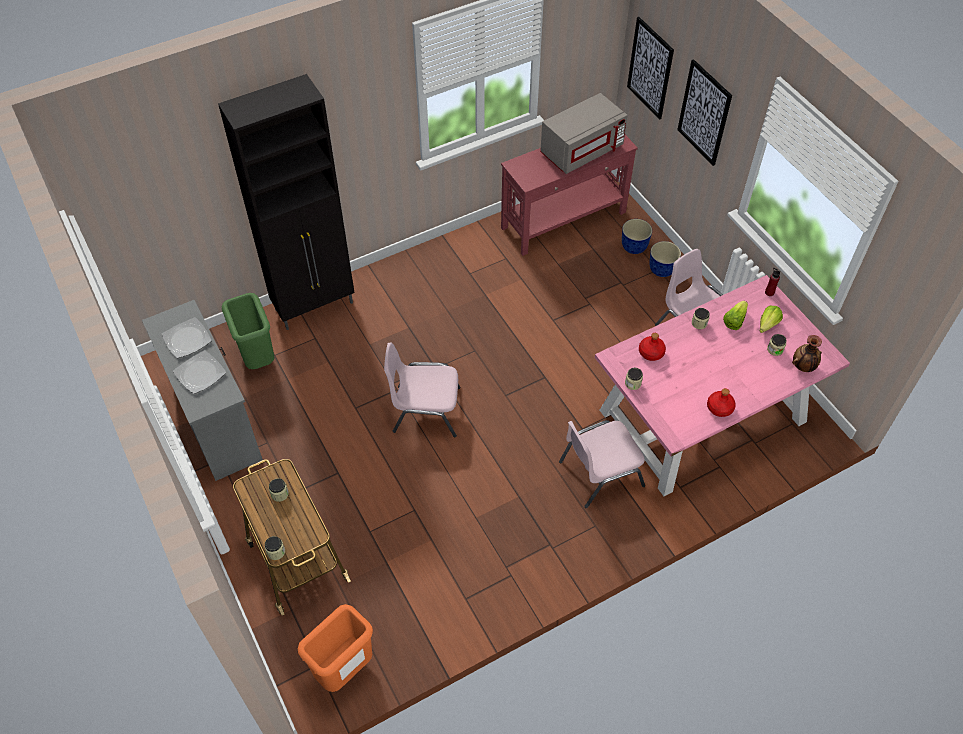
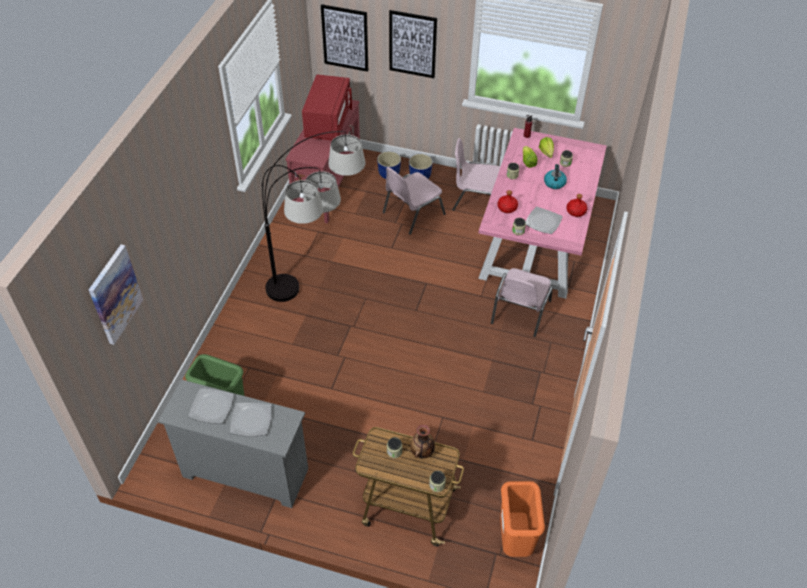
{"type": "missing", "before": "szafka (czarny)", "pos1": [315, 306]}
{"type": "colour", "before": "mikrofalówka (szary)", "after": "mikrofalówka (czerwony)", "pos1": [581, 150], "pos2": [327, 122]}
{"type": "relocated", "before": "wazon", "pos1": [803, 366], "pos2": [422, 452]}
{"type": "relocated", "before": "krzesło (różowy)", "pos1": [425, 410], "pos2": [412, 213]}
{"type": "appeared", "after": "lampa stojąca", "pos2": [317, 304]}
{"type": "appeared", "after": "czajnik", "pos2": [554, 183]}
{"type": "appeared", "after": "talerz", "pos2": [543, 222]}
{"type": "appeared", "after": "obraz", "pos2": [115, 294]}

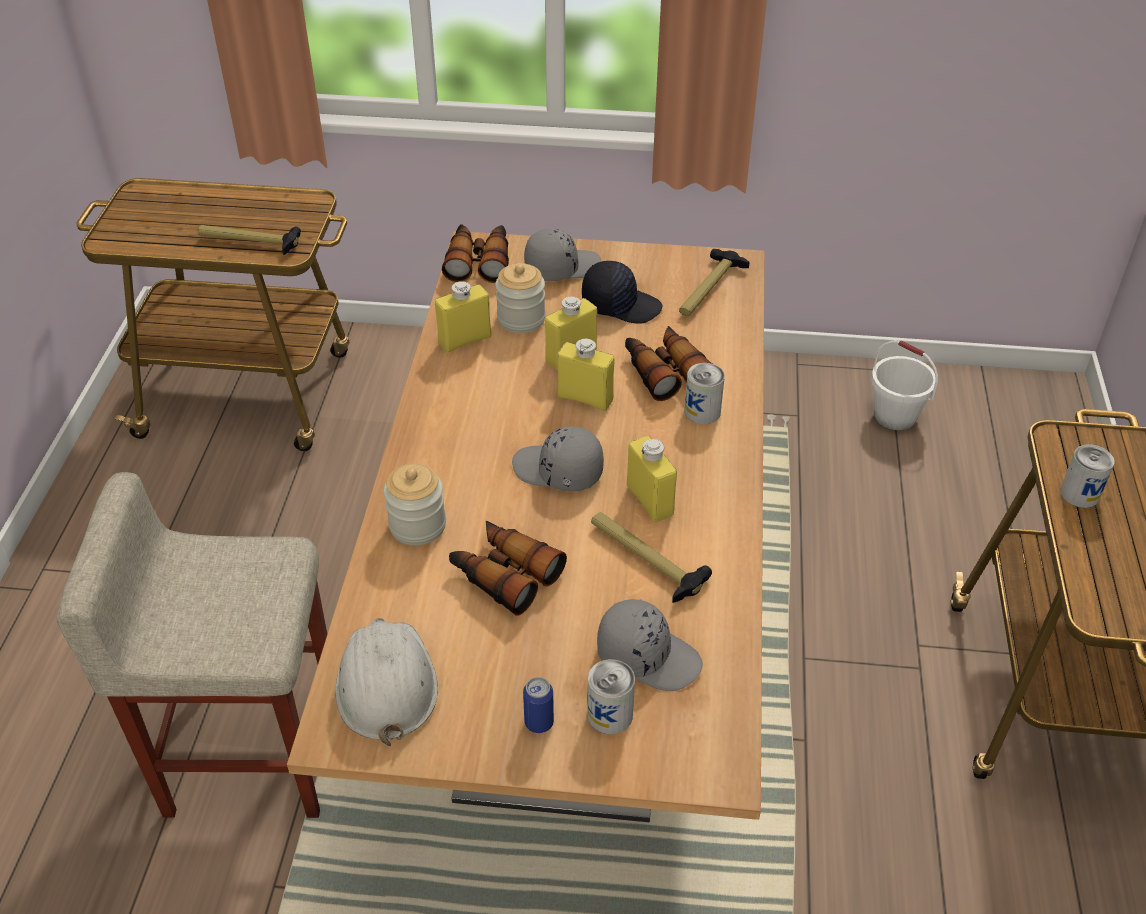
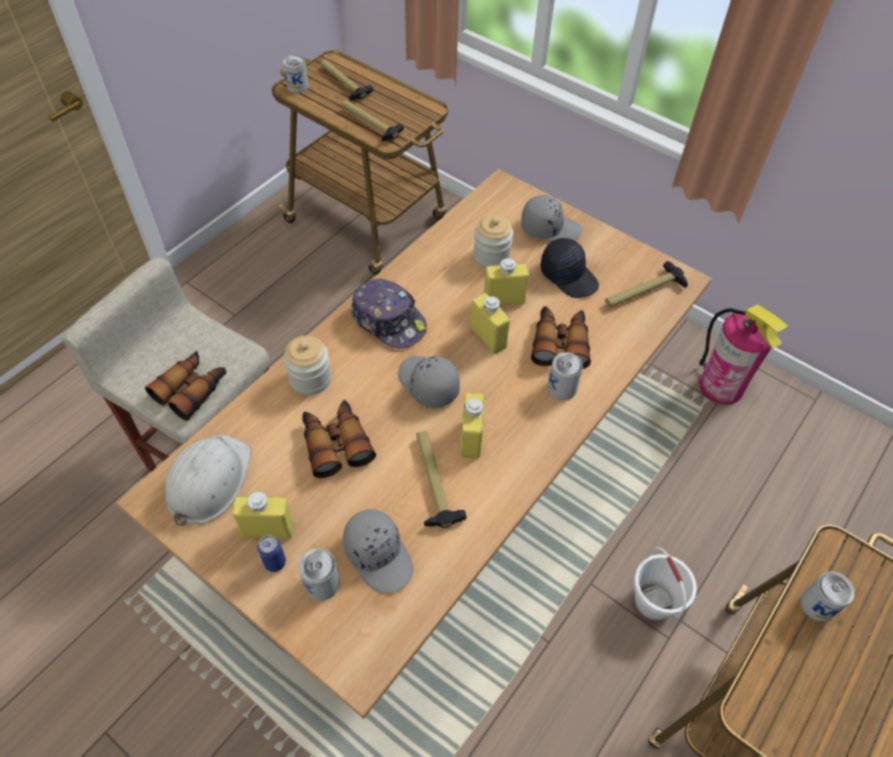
{"type": "relocated", "before": "lornetka", "pos1": [479, 261], "pos2": [192, 389]}
{"type": "relocated", "before": "butelka (żółty)", "pos1": [465, 340], "pos2": [268, 529]}
{"type": "relocated", "before": "wiadro (biały)", "pos1": [894, 416], "pos2": [653, 601]}
{"type": "appeared", "after": "puszka", "pos2": [297, 86]}
{"type": "appeared", "after": "młotek", "pos2": [343, 83]}
{"type": "appeared", "after": "czapka z daszkiem", "pos2": [389, 321]}
{"type": "appeared", "after": "gaśnica", "pos2": [721, 386]}

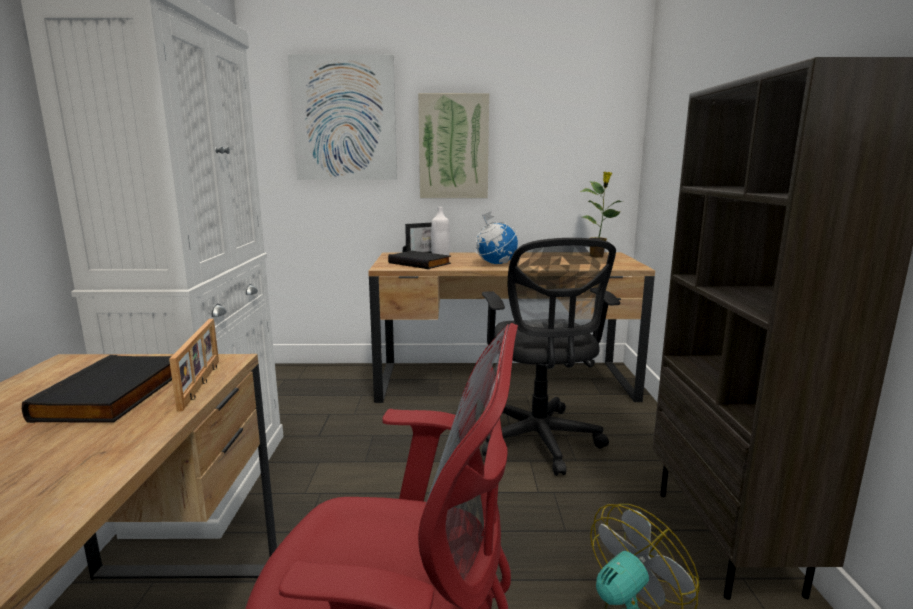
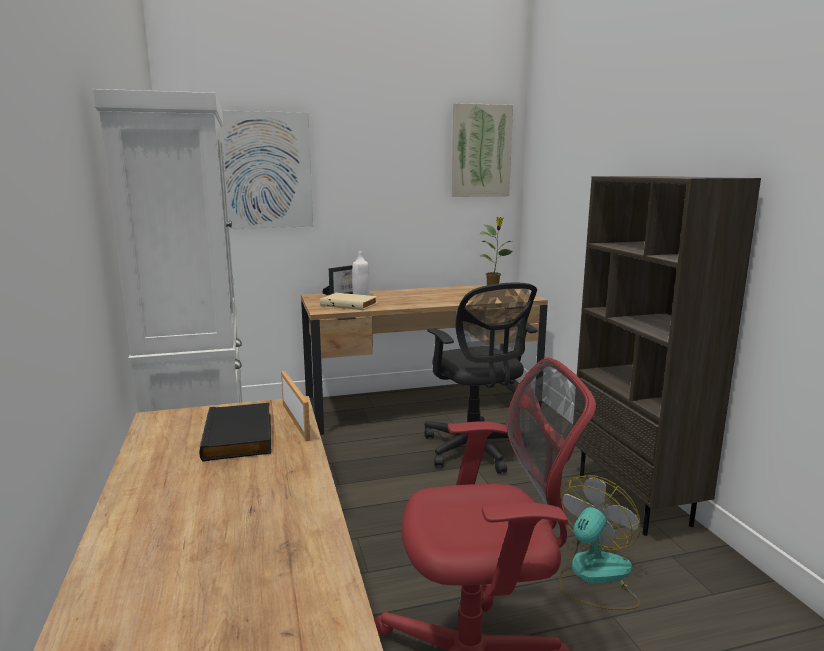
{"type": "relocated", "before": "obraz", "pos1": [453, 147], "pos2": [481, 151]}
{"type": "missing", "before": "globus", "pos1": [495, 264]}
{"type": "colour", "before": "książka (czarny)", "after": "książka (beżowy)", "pos1": [420, 263], "pos2": [350, 304]}

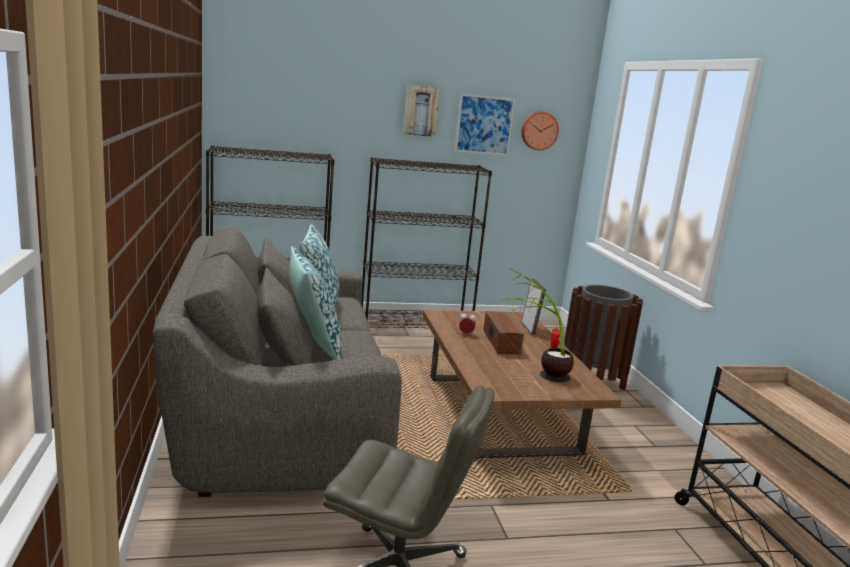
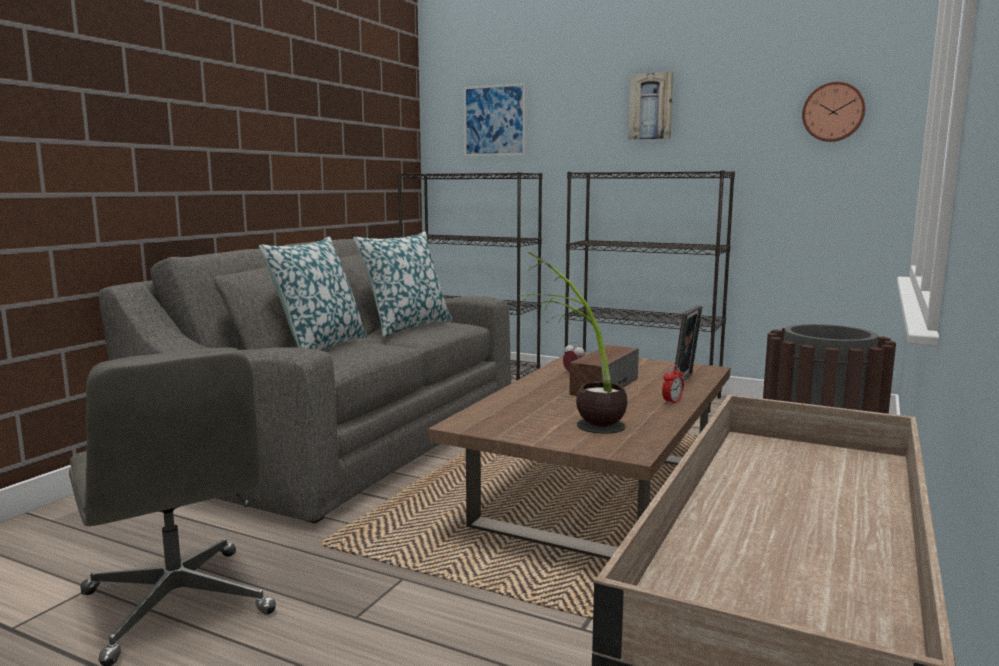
{"type": "relocated", "before": "obraz", "pos1": [484, 125], "pos2": [494, 120]}

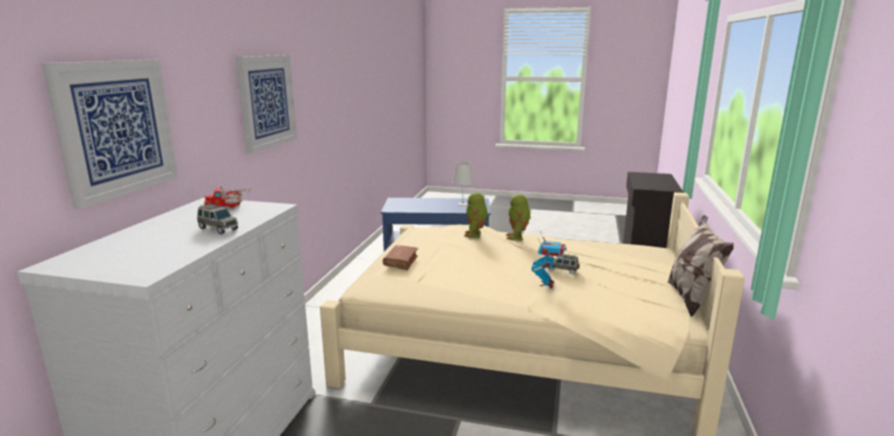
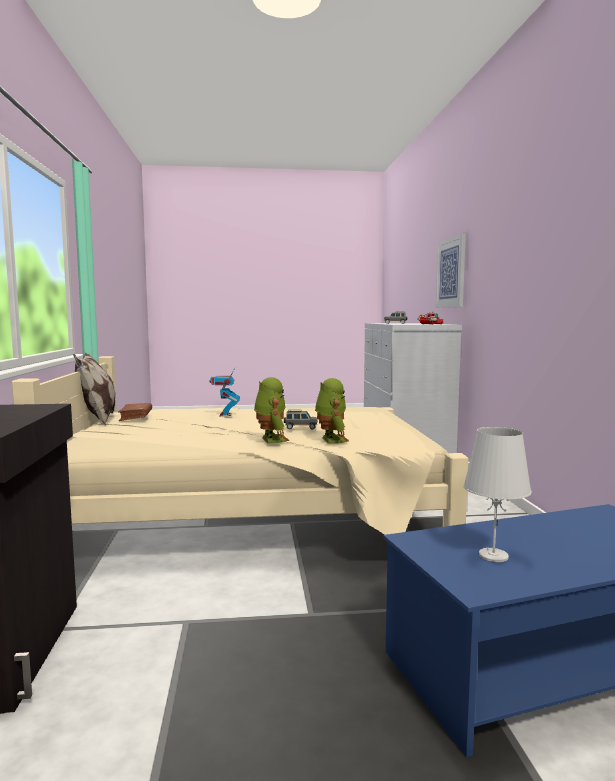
{"type": "missing", "before": "obraz", "pos1": [267, 101]}
{"type": "relocated", "before": "książka (brązowy)", "pos1": [401, 262], "pos2": [135, 417]}
{"type": "relocated", "before": "samochodzik (szary)", "pos1": [563, 270], "pos2": [300, 428]}

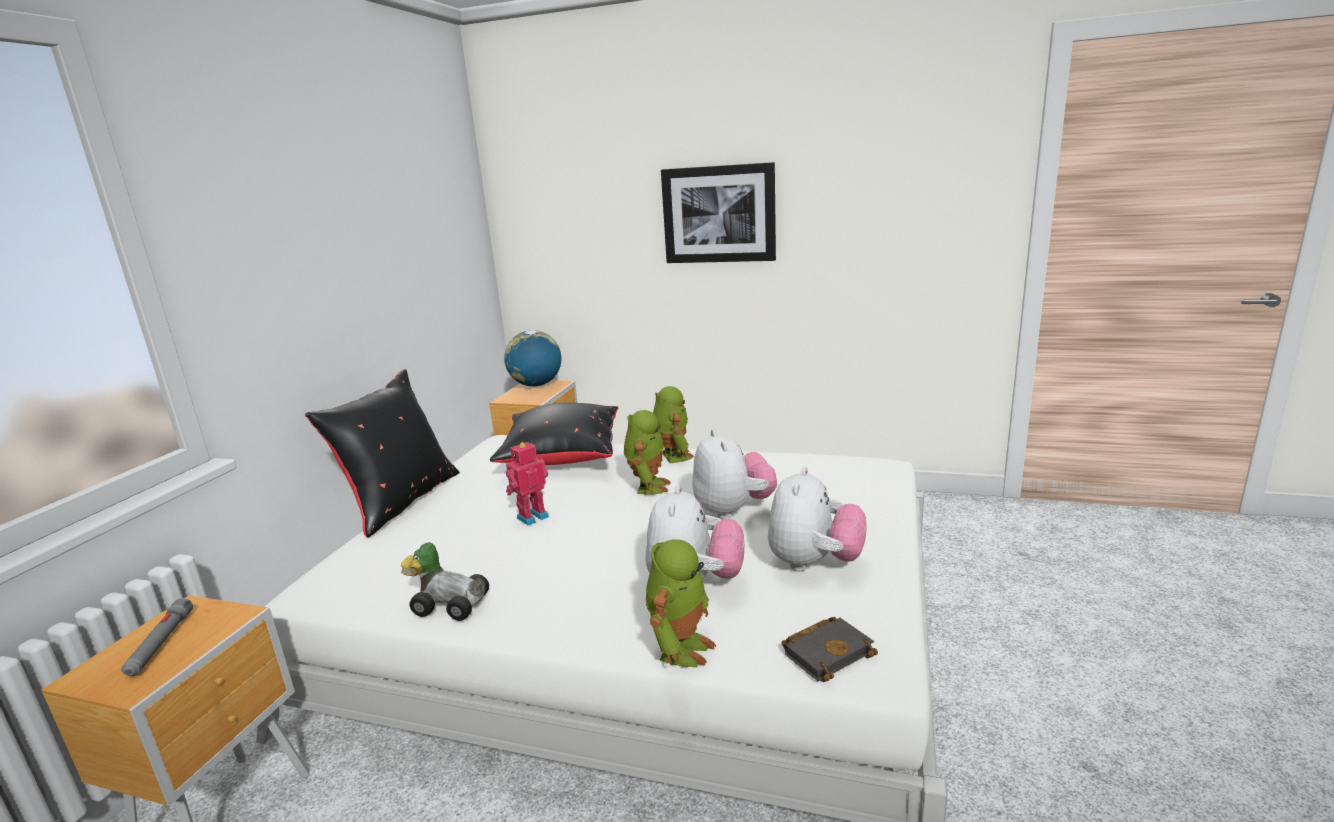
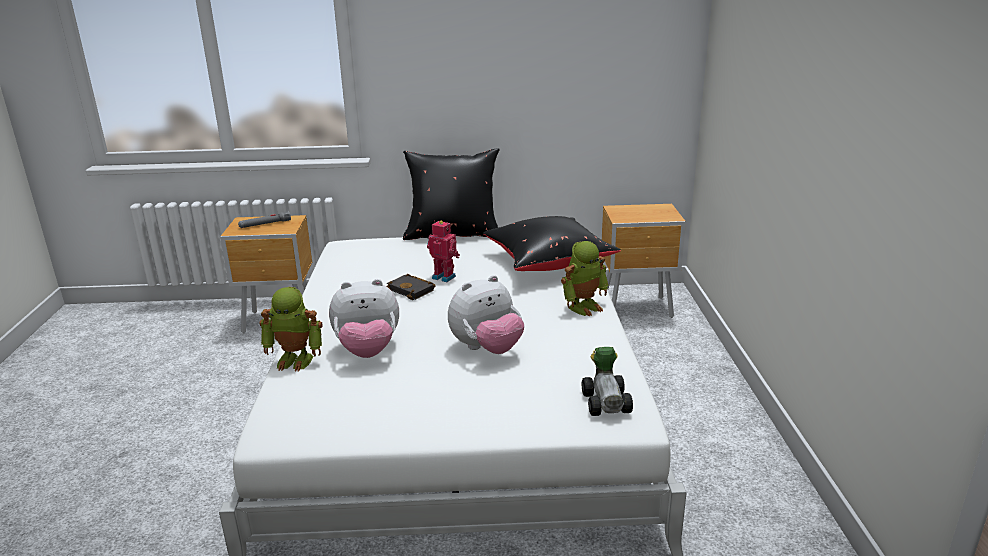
{"type": "missing", "before": "obraz", "pos1": [719, 214]}
{"type": "missing", "before": "globus", "pos1": [536, 385]}
{"type": "missing", "before": "robot zabawkowy", "pos1": [648, 486]}
{"type": "missing", "before": "pluszak", "pos1": [814, 563]}
{"type": "relocated", "before": "samochodzik", "pos1": [449, 603], "pos2": [606, 401]}
{"type": "relocated", "before": "książka (czarny)", "pos1": [828, 652], "pos2": [412, 290]}

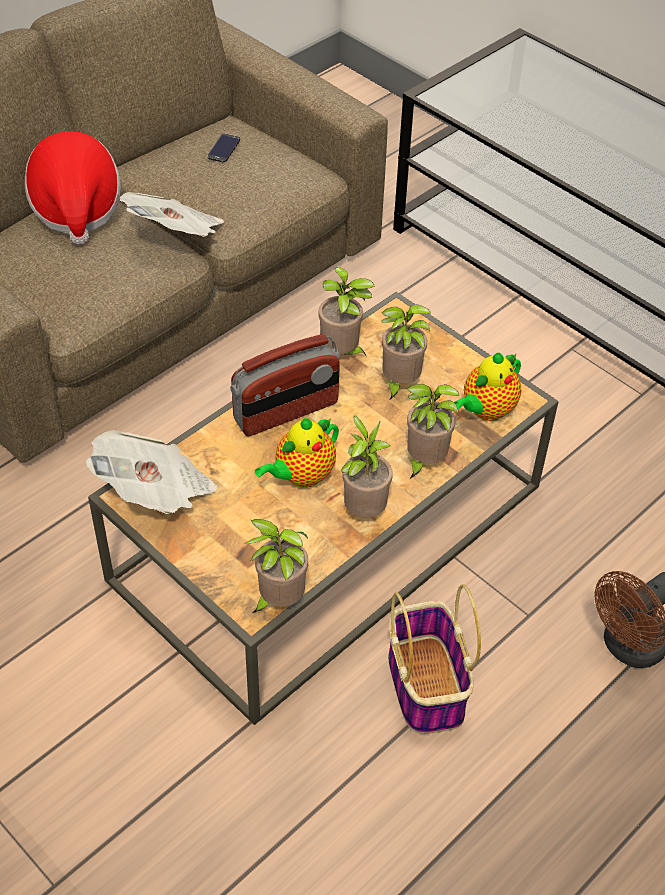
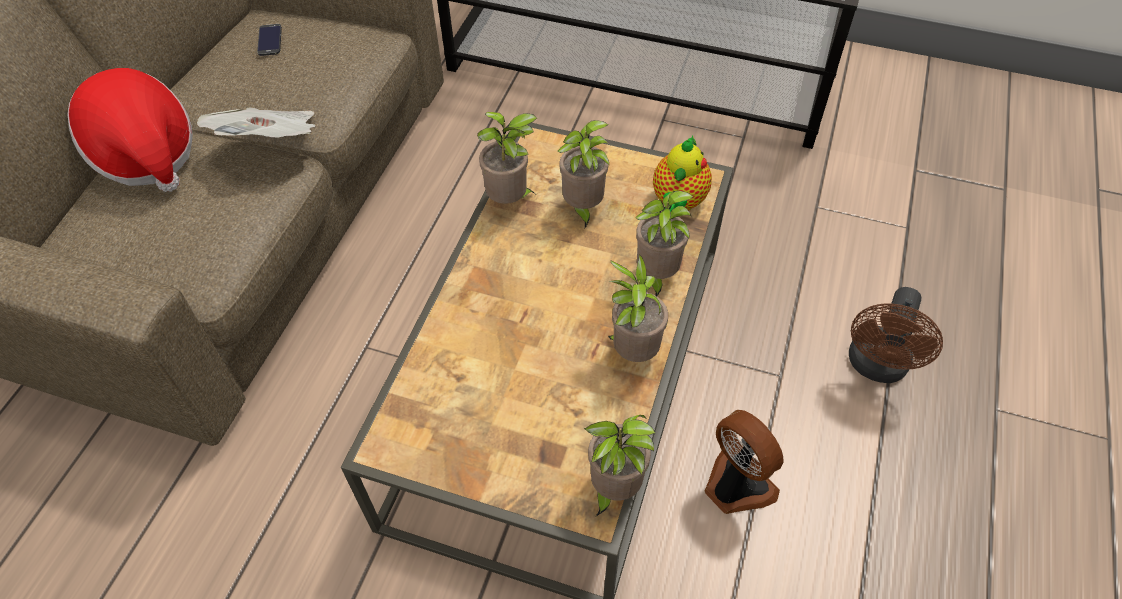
{"type": "missing", "before": "radio", "pos1": [286, 412]}
{"type": "missing", "before": "imbryk", "pos1": [301, 476]}
{"type": "missing", "before": "gazeta", "pos1": [155, 492]}
{"type": "exchanged", "before": "koszyk", "after": "wentylator", "pos1": [424, 684], "pos2": [735, 486]}

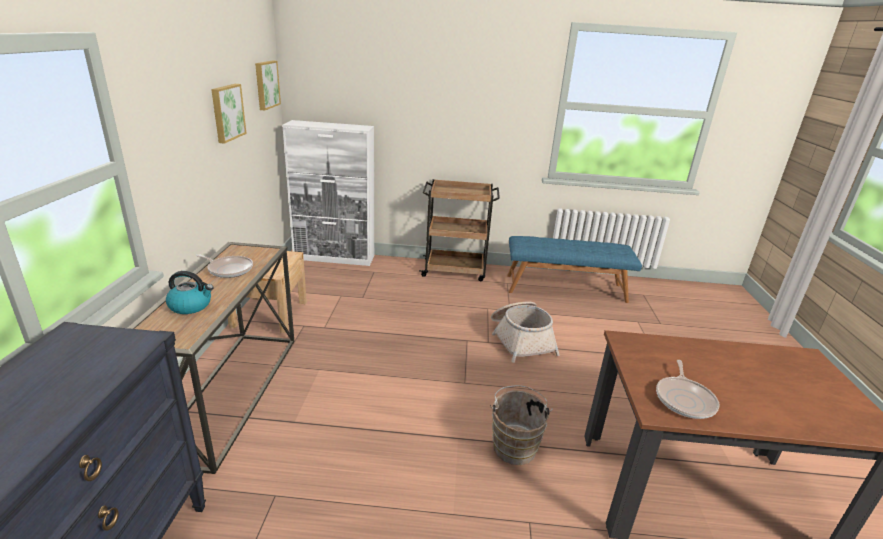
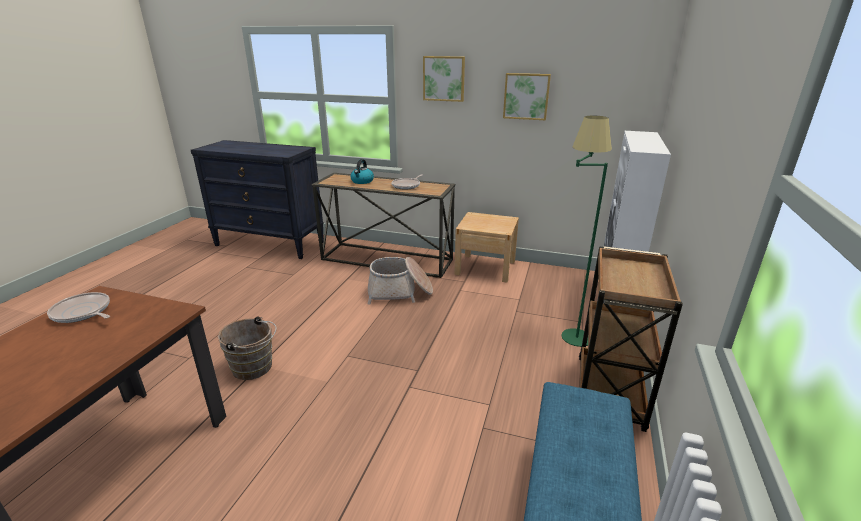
{"type": "relocated", "before": "obraz", "pos1": [266, 84], "pos2": [444, 78]}
{"type": "relocated", "before": "koszyk", "pos1": [520, 339], "pos2": [399, 292]}
{"type": "appeared", "after": "lampa stojąca (zielony)", "pos2": [569, 329]}

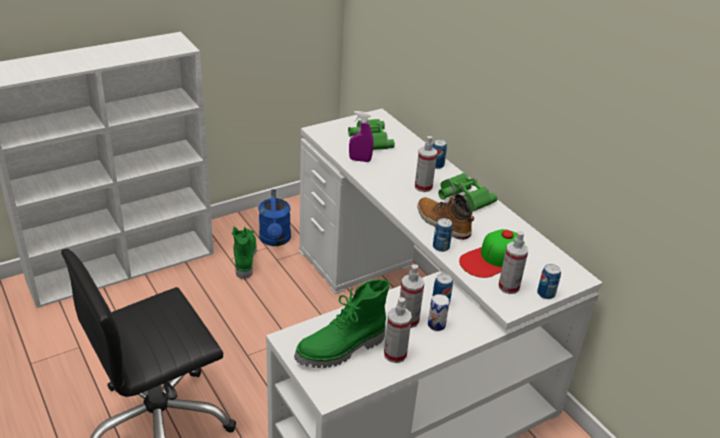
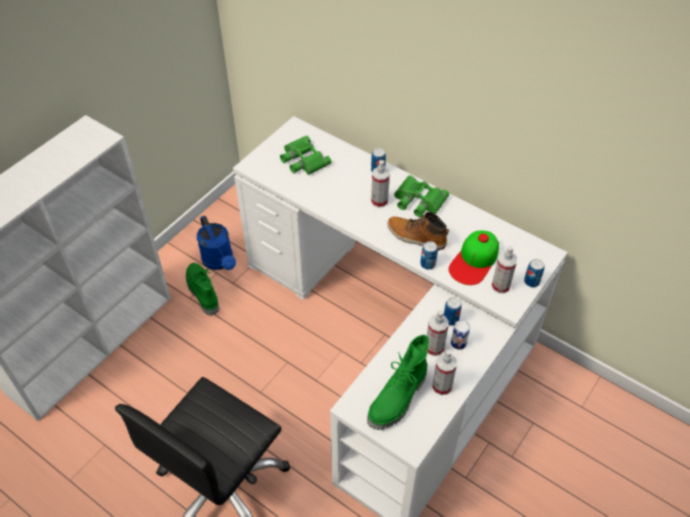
{"type": "missing", "before": "spryskiwacz (fioletowy)", "pos1": [360, 160]}

